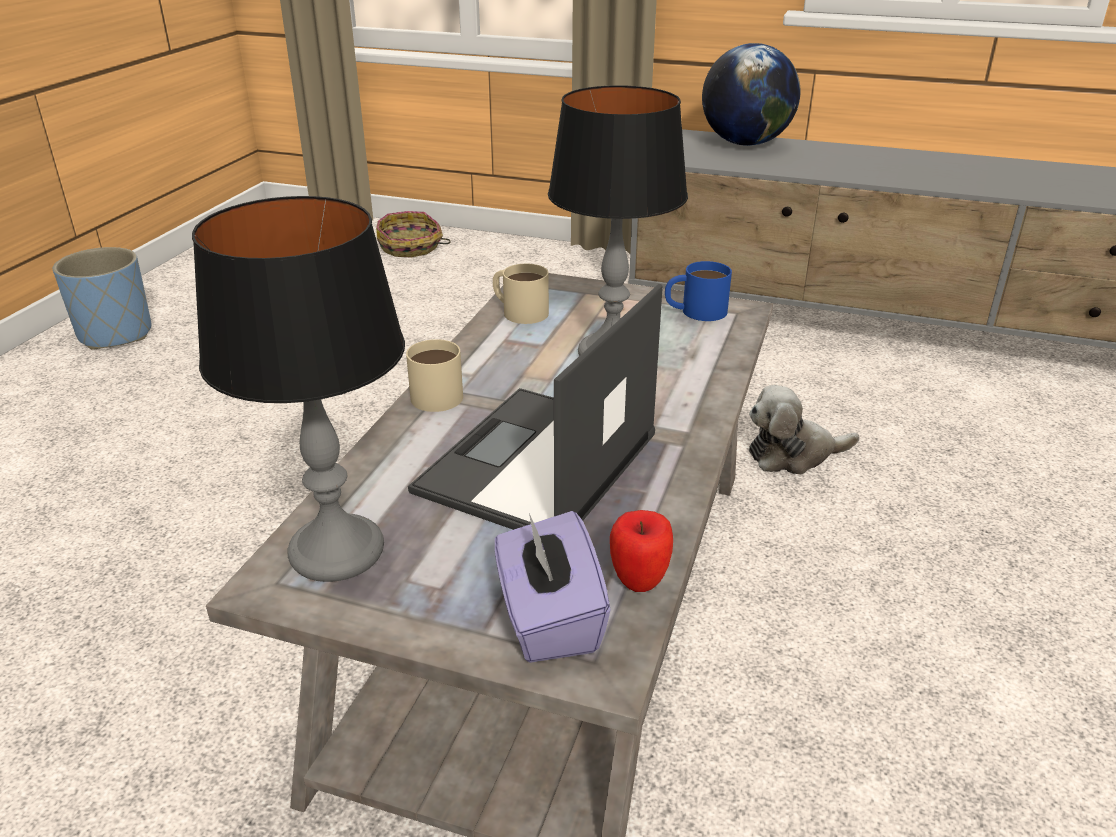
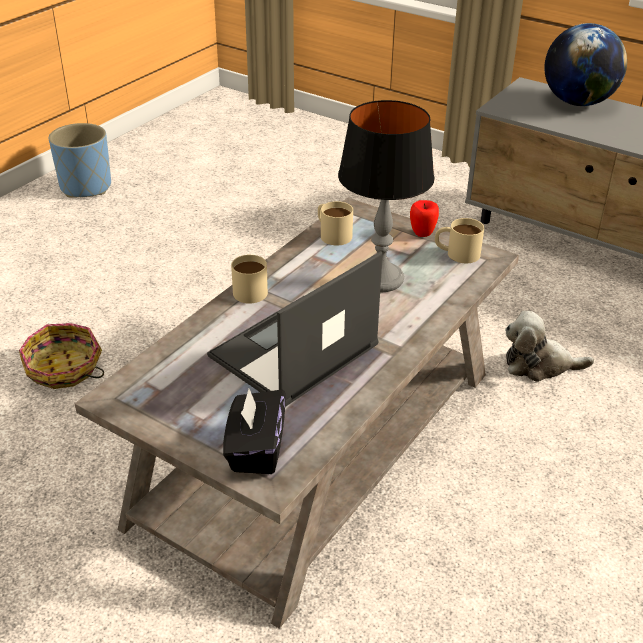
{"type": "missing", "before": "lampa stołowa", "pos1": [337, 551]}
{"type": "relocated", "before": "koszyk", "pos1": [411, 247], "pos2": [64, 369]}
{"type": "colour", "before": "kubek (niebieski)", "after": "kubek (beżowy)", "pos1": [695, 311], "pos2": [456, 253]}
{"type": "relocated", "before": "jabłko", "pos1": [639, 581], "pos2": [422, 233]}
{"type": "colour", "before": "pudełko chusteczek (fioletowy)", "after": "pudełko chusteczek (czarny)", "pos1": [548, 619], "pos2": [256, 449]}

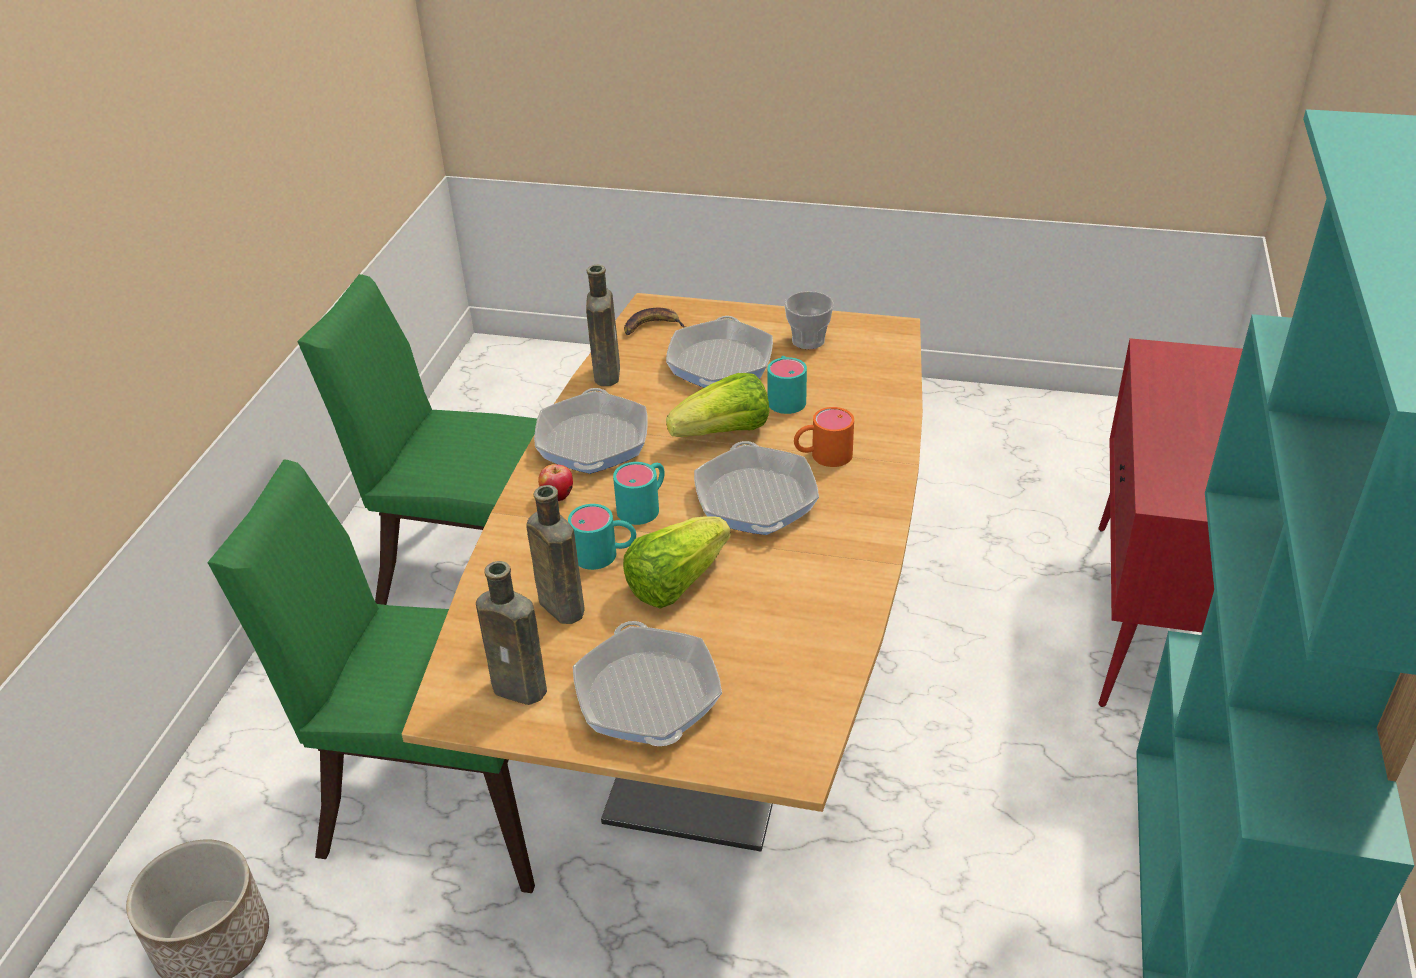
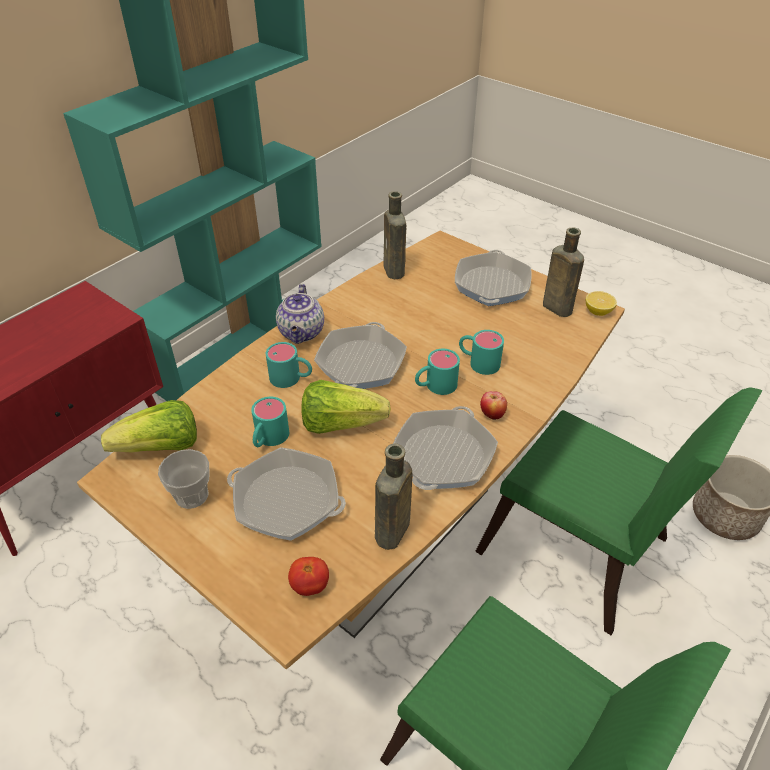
{"type": "exchanged", "before": "banan", "after": "pomidor", "pos1": [651, 327], "pos2": [310, 585]}
{"type": "spun", "before": "patelnia", "pos1": [720, 363], "pos2": [286, 500], "turn": 75}
{"type": "colour", "before": "kubek (pomarańczowy)", "after": "kubek (turkusowy)", "pos1": [822, 456], "pos2": [291, 378]}
{"type": "relocated", "before": "butelka (brązowy)", "pos1": [559, 605], "pos2": [394, 272]}
{"type": "relocated", "before": "sałata", "pos1": [676, 582], "pos2": [161, 448]}
{"type": "appeared", "after": "imbryk", "pos2": [302, 333]}
{"type": "appeared", "after": "cytryna", "pos2": [598, 311]}

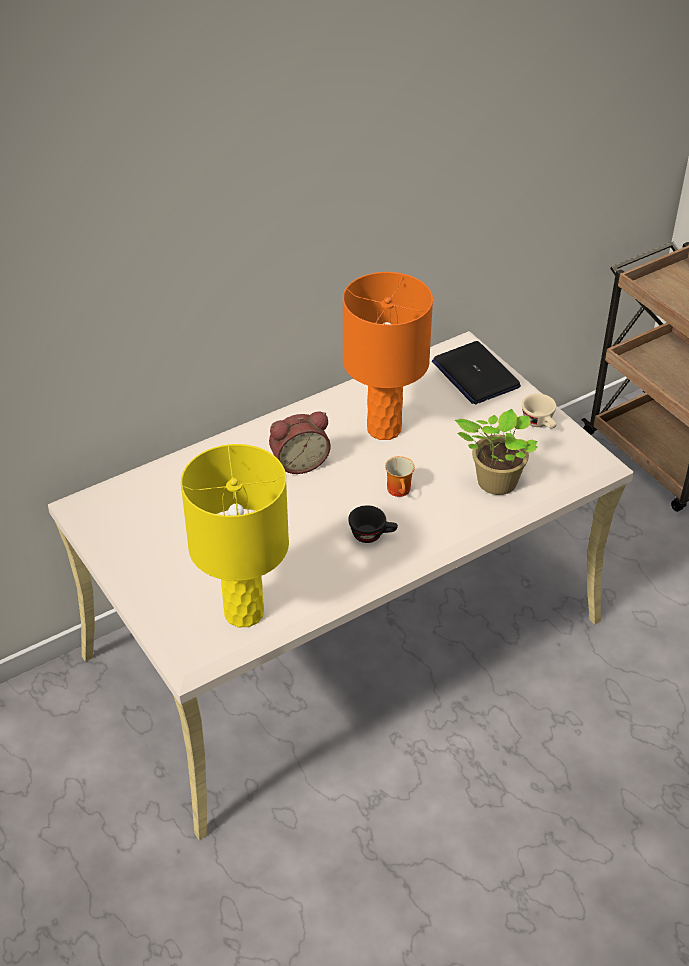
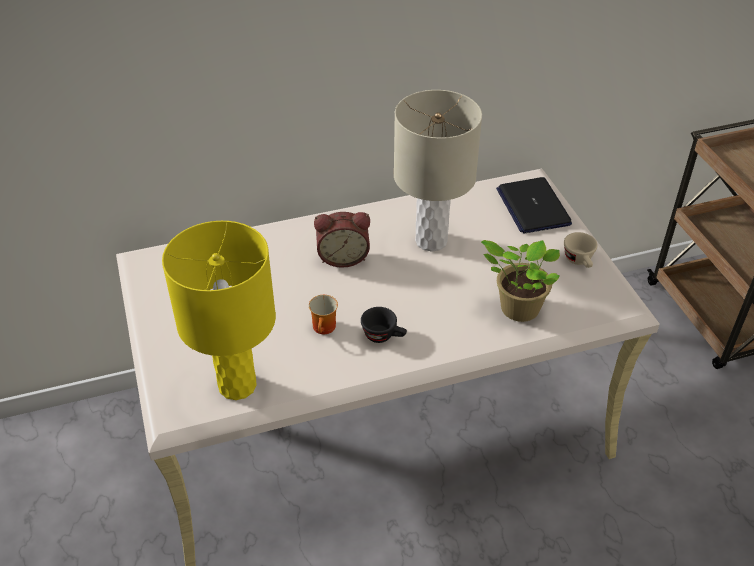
{"type": "colour", "before": "lampa stołowa (pomarańczowy)", "after": "lampa stołowa (beżowy)", "pos1": [384, 428], "pos2": [431, 240]}
{"type": "relocated", "before": "kubek", "pos1": [401, 490], "pos2": [325, 328]}

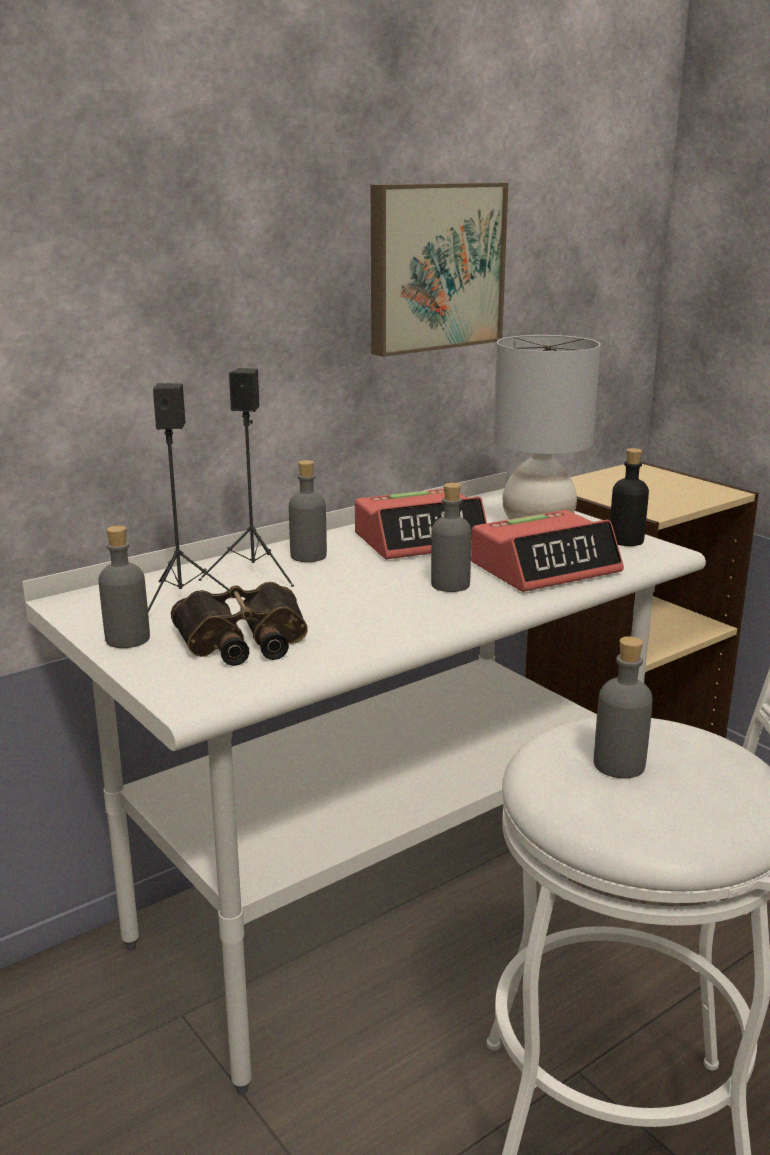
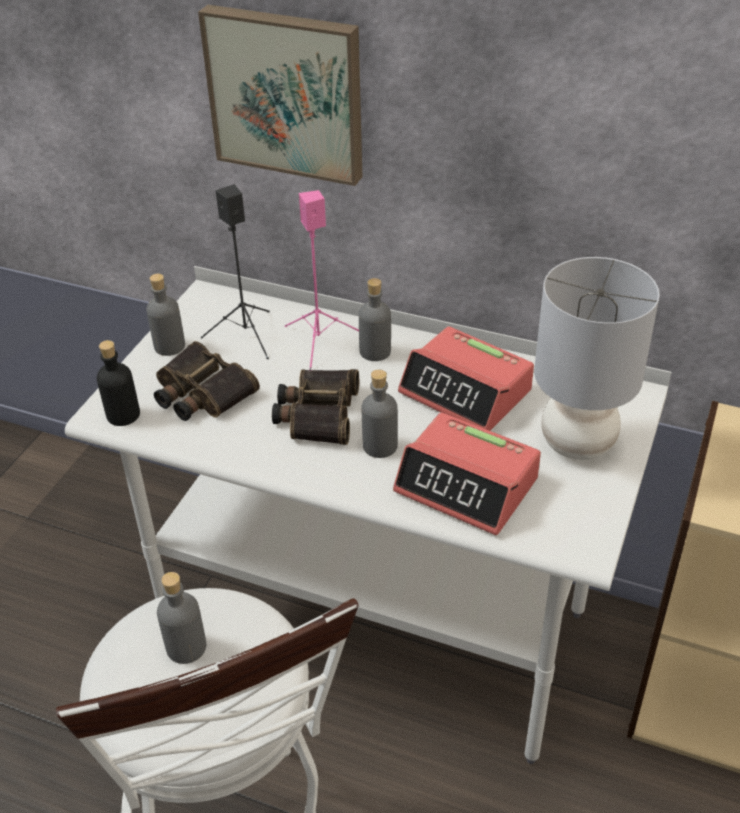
{"type": "relocated", "before": "obraz", "pos1": [434, 267], "pos2": [287, 93]}
{"type": "colour", "before": "głośnik (czarny)", "after": "głośnik (różowy)", "pos1": [255, 573], "pos2": [319, 343]}
{"type": "relocated", "before": "butelka (czarny)", "pos1": [626, 540], "pos2": [123, 415]}
{"type": "appeared", "after": "lornetka", "pos2": [317, 413]}

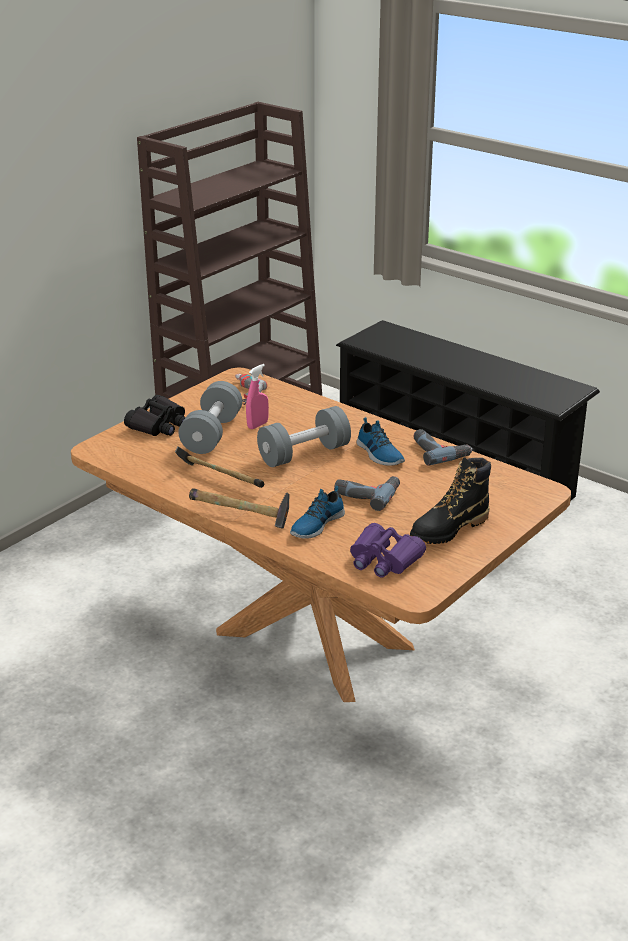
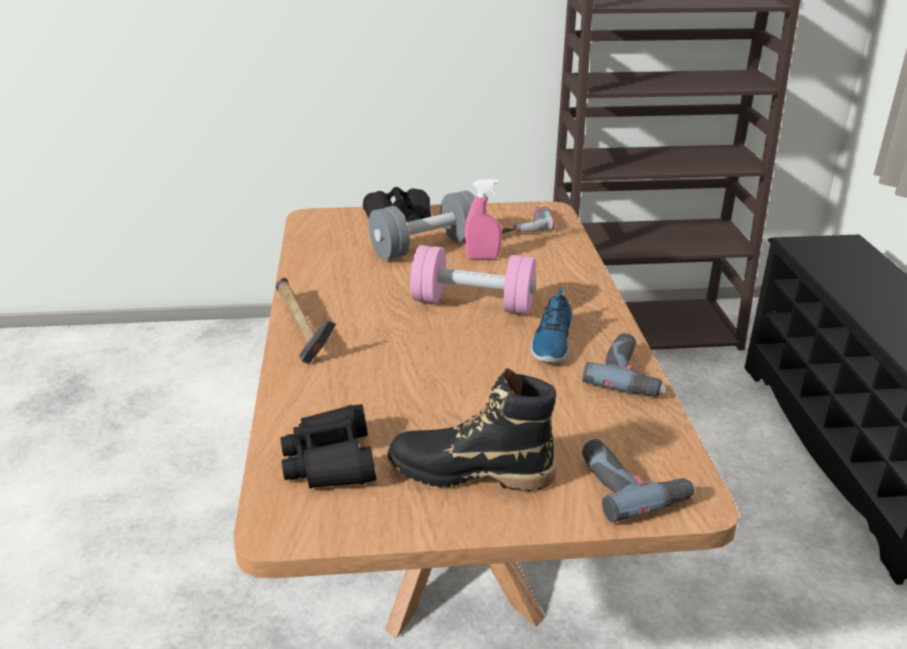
{"type": "colour", "before": "hantel (szary)", "after": "hantel (różowy)", "pos1": [304, 454], "pos2": [473, 304]}
{"type": "missing", "before": "młotek", "pos1": [219, 479]}
{"type": "relocated", "before": "wiertarka", "pos1": [367, 493], "pos2": [630, 485]}
{"type": "missing", "before": "but", "pos1": [316, 524]}
{"type": "colour", "before": "lornetka (fioletowy)", "after": "lornetka (czarny)", "pos1": [384, 560], "pos2": [330, 461]}

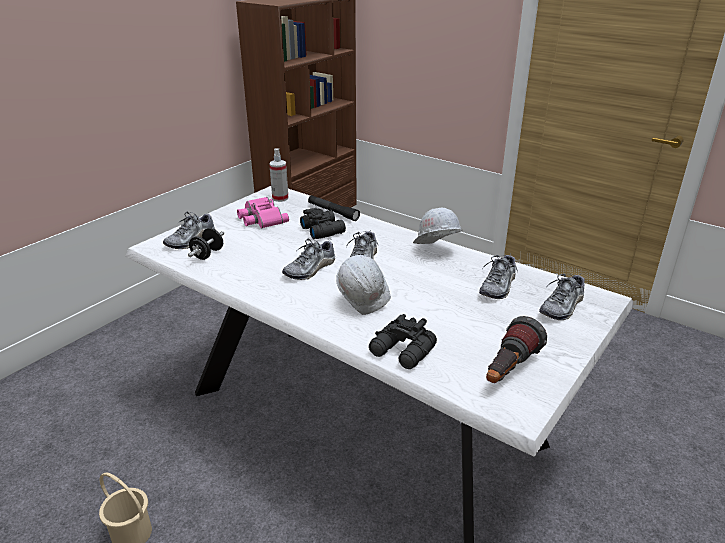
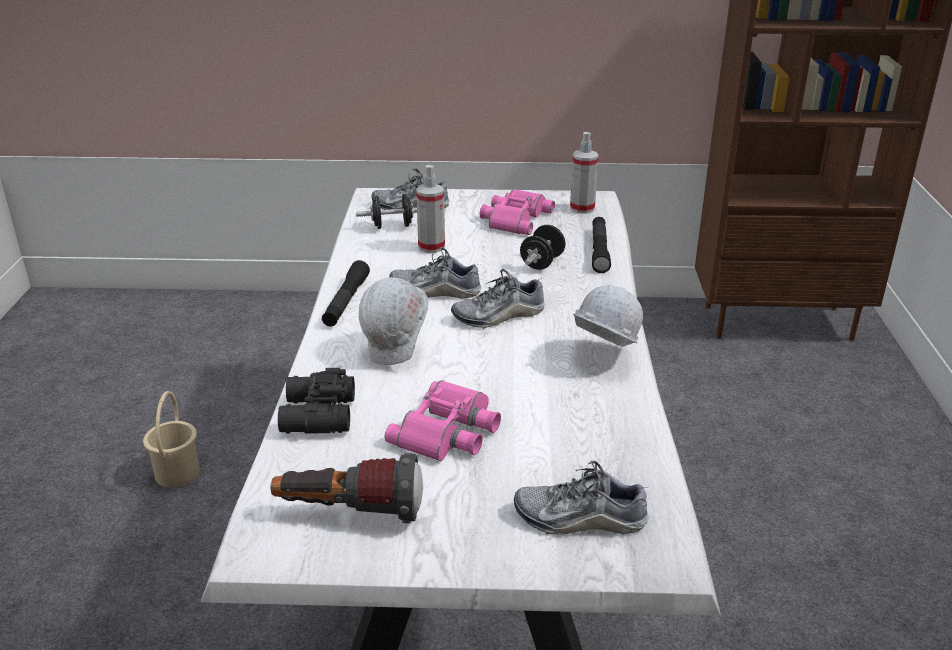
{"type": "exchanged", "before": "lornetka (czarny)", "after": "hantel (czarny)", "pos1": [323, 230], "pos2": [542, 263]}
{"type": "missing", "before": "but", "pos1": [498, 286]}
{"type": "appeared", "after": "spryskiwacz", "pos2": [431, 247]}
{"type": "appeared", "after": "latarka (czarny)", "pos2": [346, 301]}
{"type": "appeared", "after": "lornetka (różowy)", "pos2": [449, 431]}

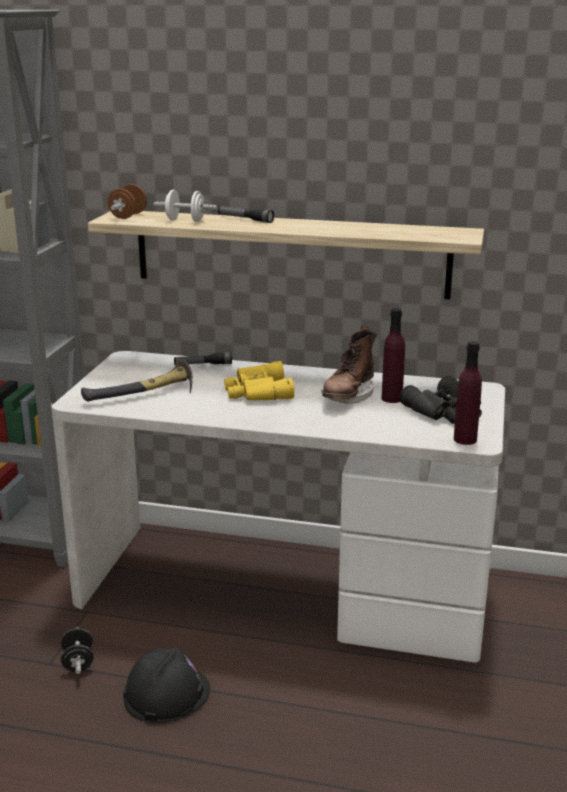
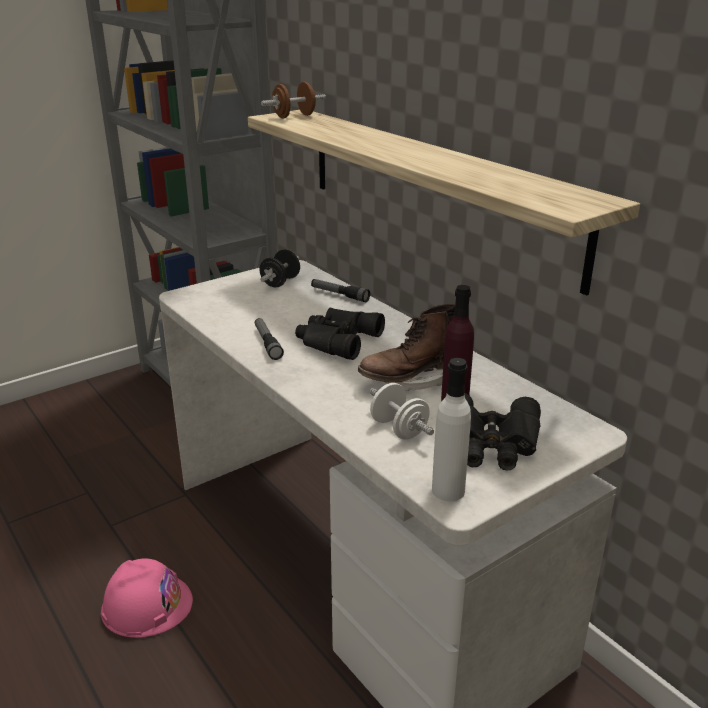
{"type": "relocated", "before": "hantel (biały)", "pos1": [185, 220], "pos2": [399, 429]}
{"type": "relocated", "before": "latarka", "pos1": [245, 219], "pos2": [267, 343]}
{"type": "colour", "before": "butelka (fioletowy)", "after": "butelka (biały)", "pos1": [465, 439], "pos2": [448, 490]}
{"type": "missing", "before": "młotek", "pos1": [145, 395]}
{"type": "colour", "before": "lornetka (żółty)", "after": "lornetka (czarny)", "pos1": [257, 392], "pos2": [335, 340]}
{"type": "relocated", "before": "hantel (czarny)", "pos1": [78, 662], "pos2": [280, 282]}
{"type": "colour", "before": "kask (czarny)", "after": "kask (różowy)", "pos1": [166, 693], "pos2": [147, 605]}

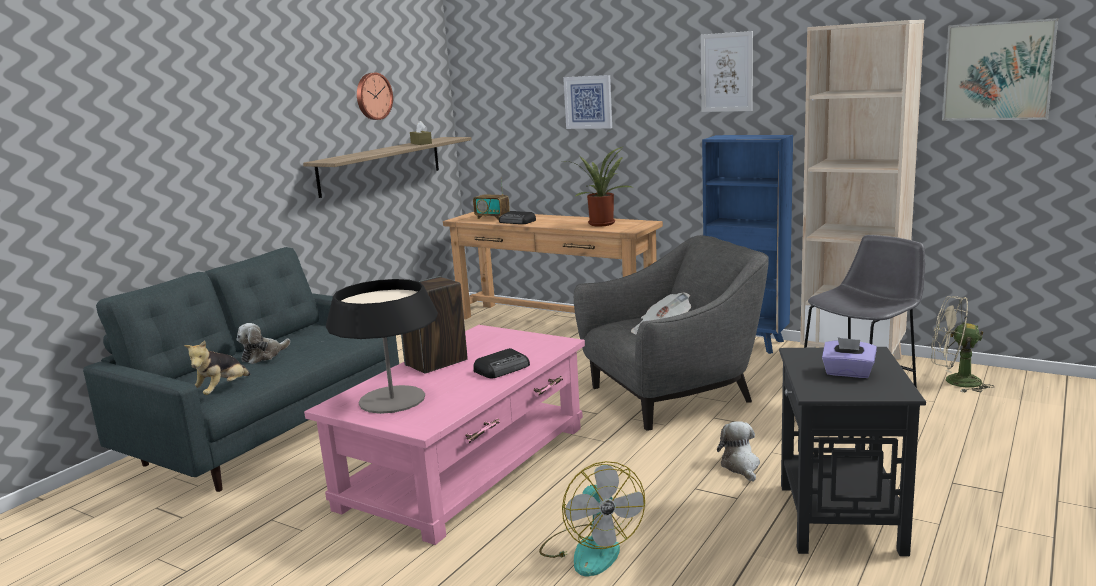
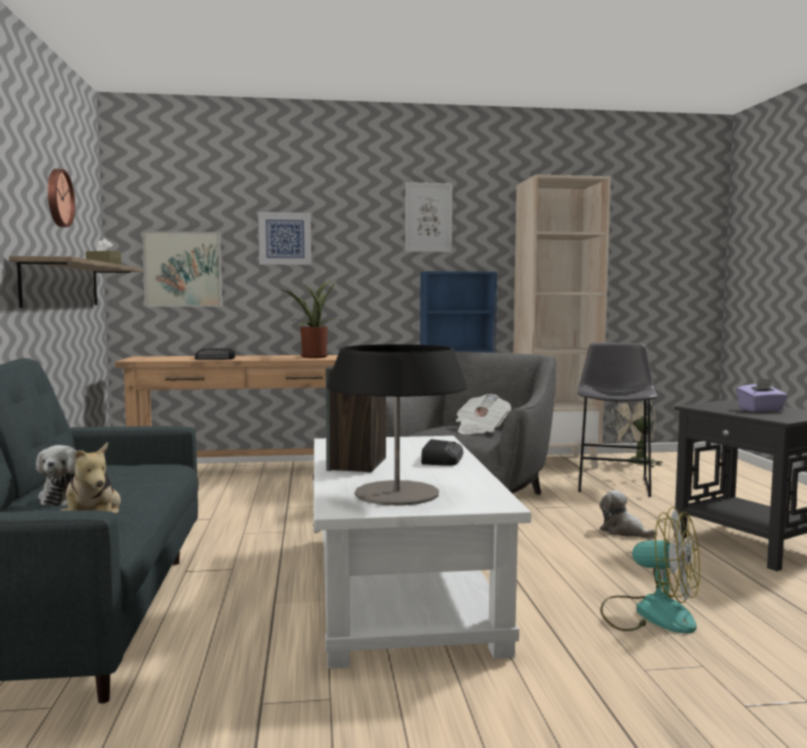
{"type": "relocated", "before": "obraz", "pos1": [997, 71], "pos2": [183, 269]}
{"type": "missing", "before": "radio", "pos1": [492, 218]}
{"type": "colour", "before": "ława (różowy)", "after": "ława (biały)", "pos1": [466, 466], "pos2": [400, 587]}

